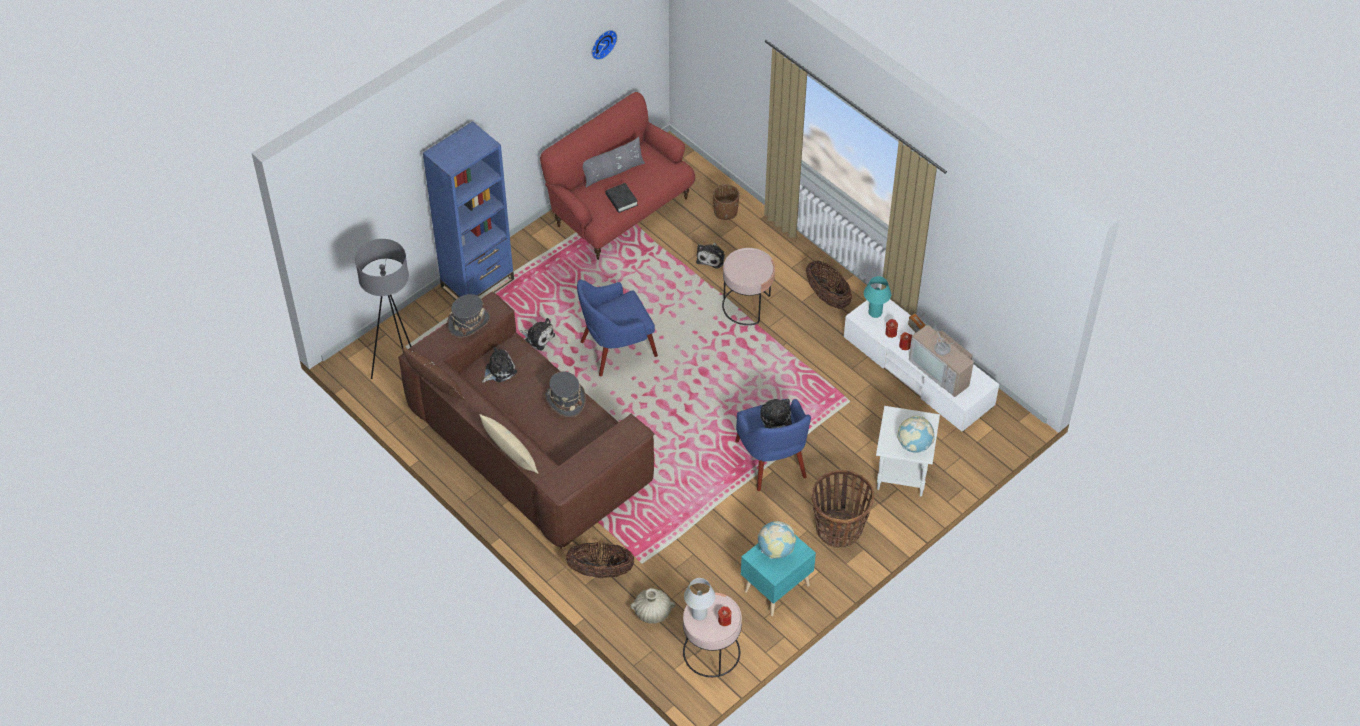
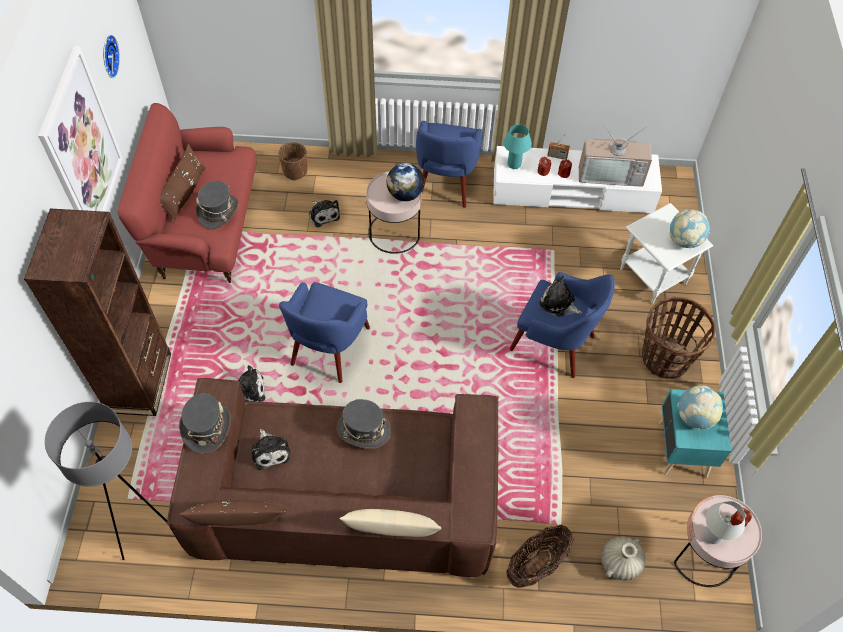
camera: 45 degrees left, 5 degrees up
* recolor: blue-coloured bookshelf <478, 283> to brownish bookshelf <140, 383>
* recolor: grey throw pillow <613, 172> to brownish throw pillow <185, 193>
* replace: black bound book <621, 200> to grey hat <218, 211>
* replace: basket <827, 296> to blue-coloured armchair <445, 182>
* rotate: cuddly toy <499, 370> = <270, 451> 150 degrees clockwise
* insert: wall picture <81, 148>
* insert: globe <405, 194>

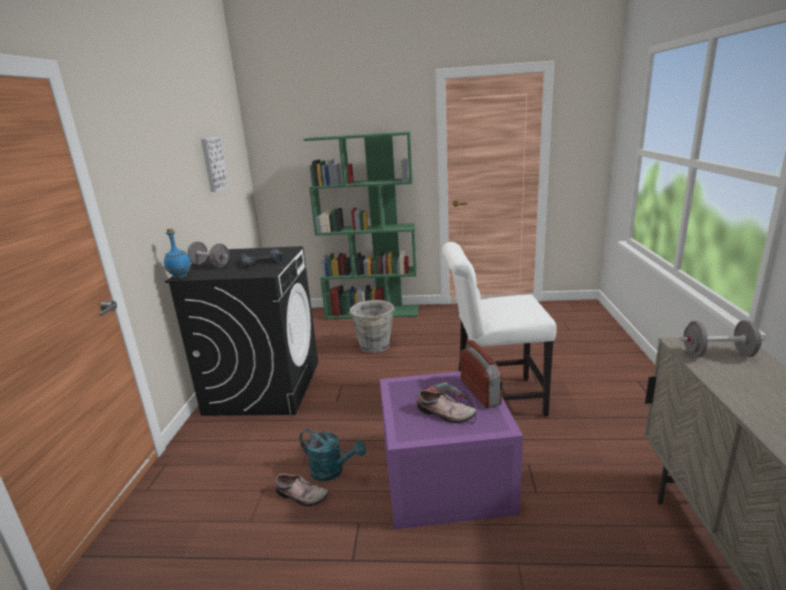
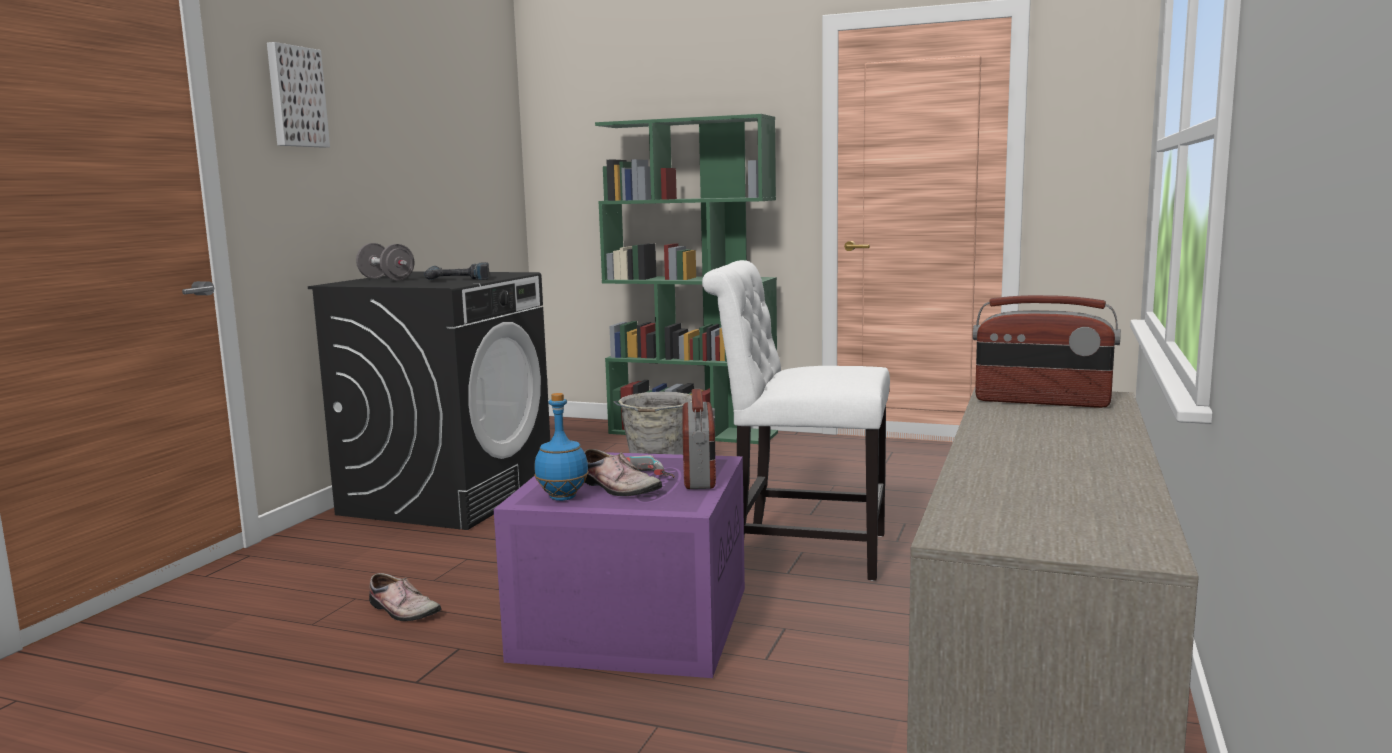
camera: 15 degrees right, 10 degrees down
* move: wall picture <212, 164> to <295, 97>
* move: blue-coloured beverage bottle <181, 276> to <563, 497>
* replace: grey free weight <717, 354> to radio set <1041, 401>
* delete: turquoise watering pot <332, 471>

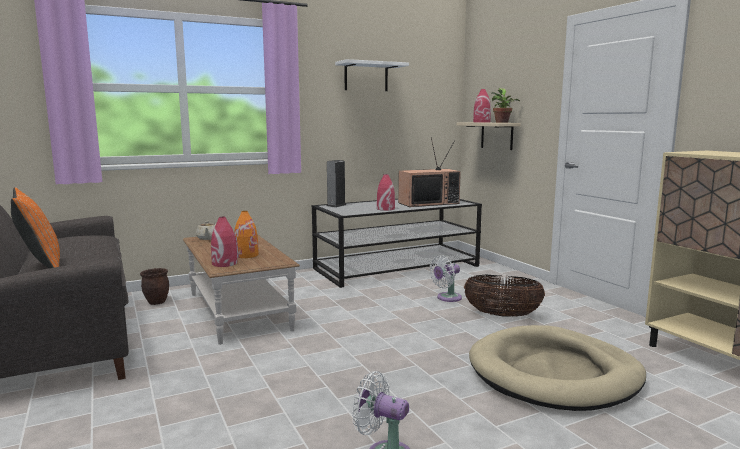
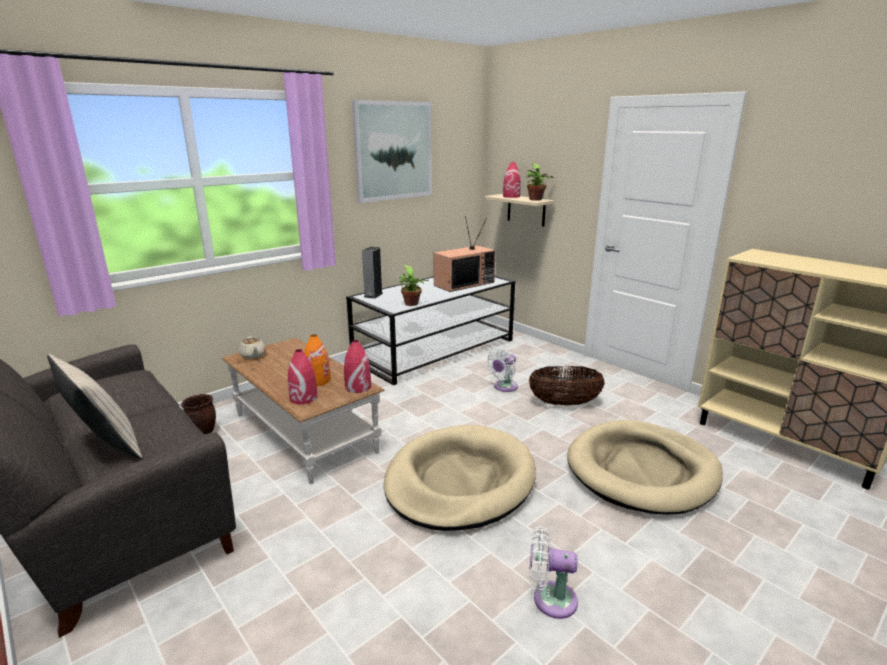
camera: 15 degrees left, 10 degrees up
* replace: white-coloured bracket shelf <366, 77> to wall picture <393, 151>
* move: red-coloured flower vase <385, 209> to <358, 387>
* recolor: orange throw pillow <40, 266> to sand-coloured throw pillow <105, 446>
* insert: plant in a pot <412, 304>
* insert: sand-coloured pet bed <460, 481>

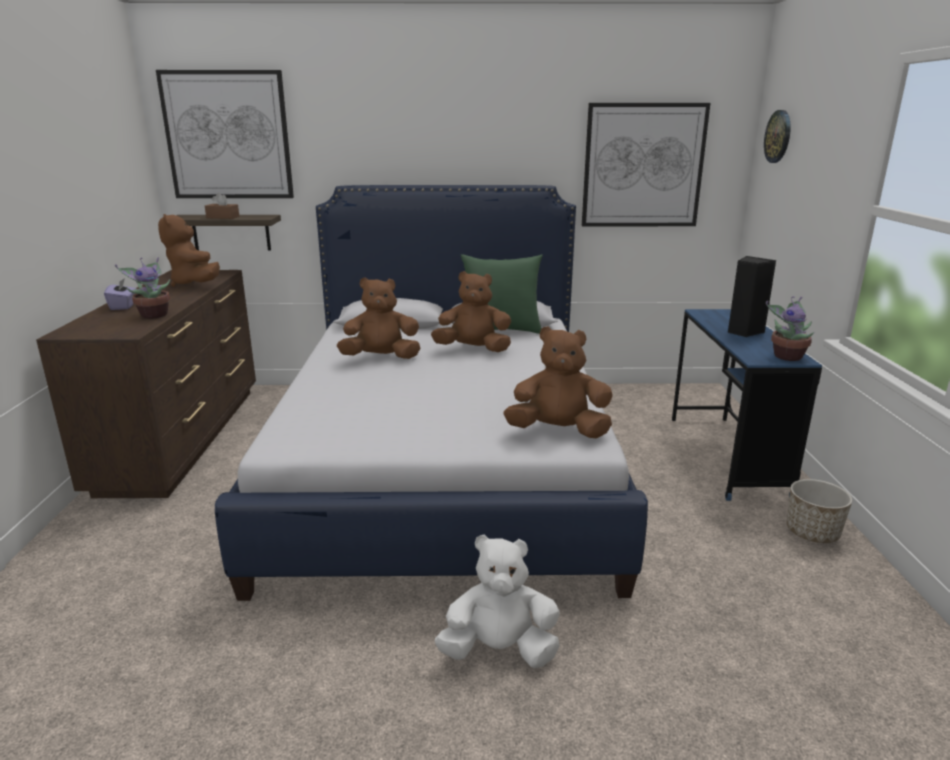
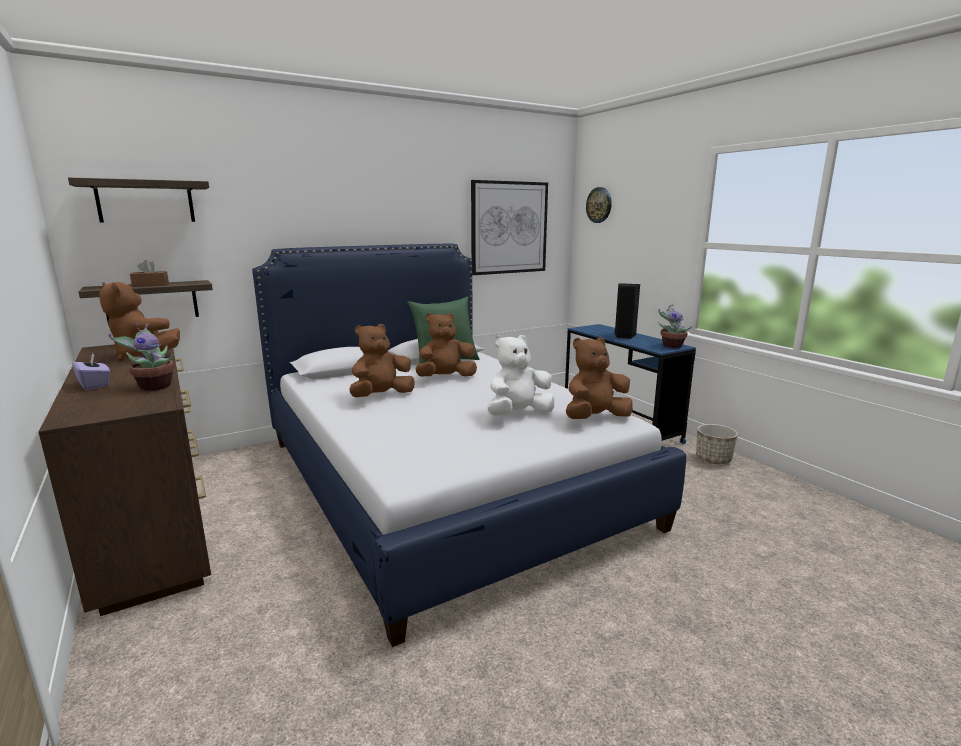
camera: 30 degrees left, 5 degrees down
* replace: wall picture <228, 136> to bracket shelf <145, 202>
* move: white-coloured cuddly toy <499, 650> to <518, 414>

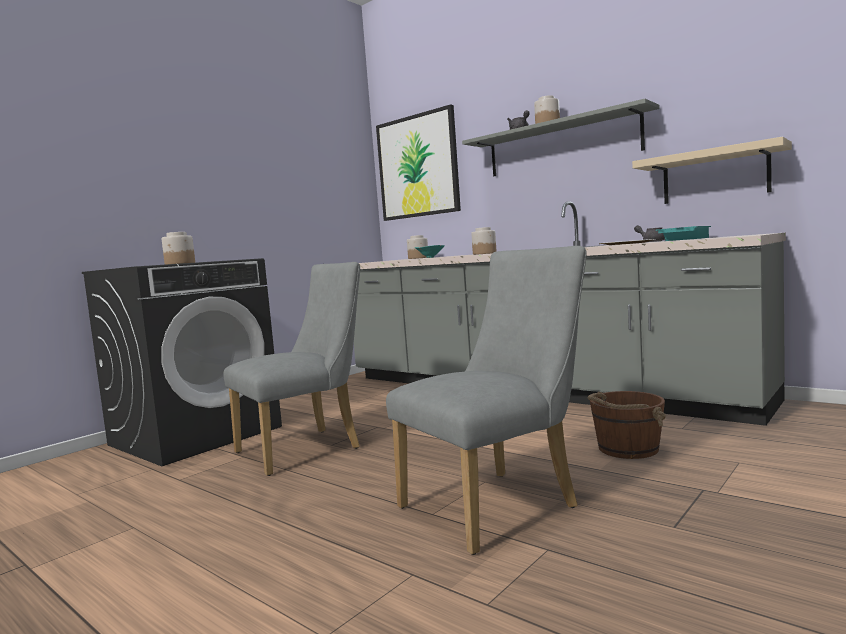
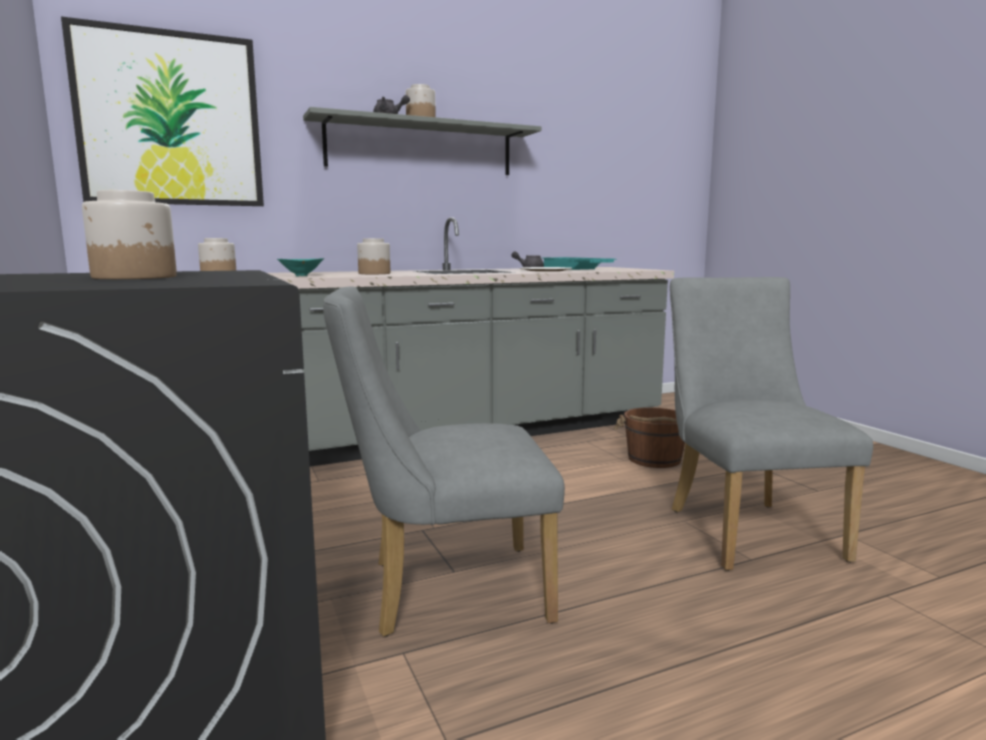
camera: 65 degrees left, 5 degrees up
* delete: sand-coloured bracket shelf <714, 176>
* rotate: grey upright chair <307, 448> = <444, 591> 90 degrees counterclockwise

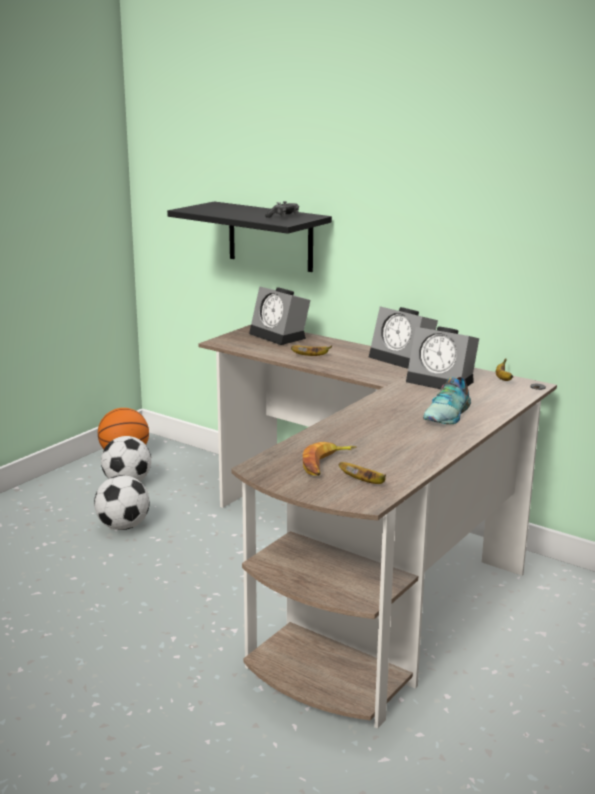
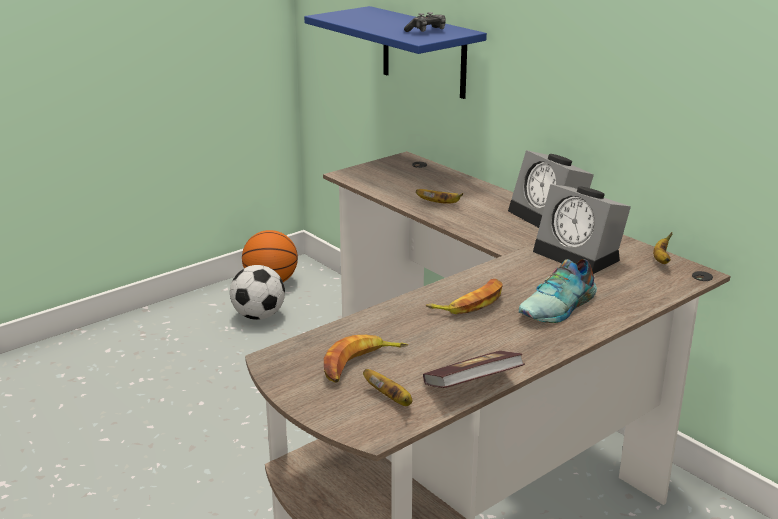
camera: 15 degrees right, 5 degrees up
* recolor: black bracket shelf <270, 236> to blue-coloured bracket shelf <424, 52>
* delete: bedside clock <280, 336>
* delete: ball for football <123, 526>
* insert: whole banana <469, 303>
* insert: bound book <472, 386>

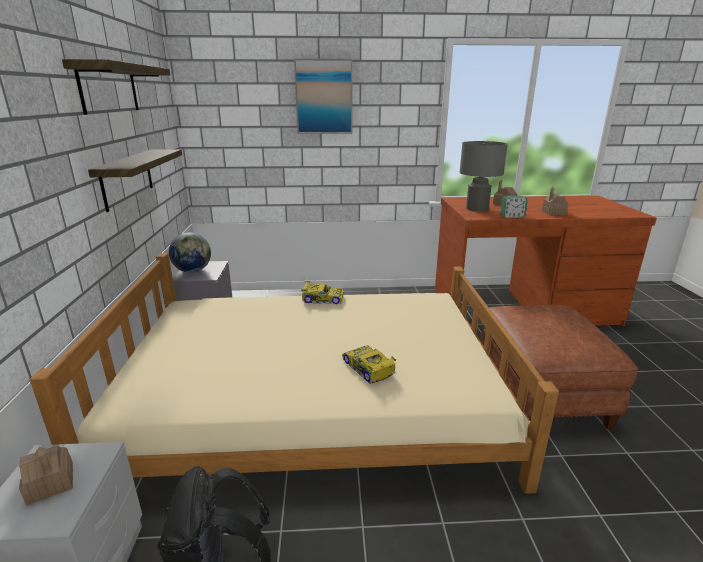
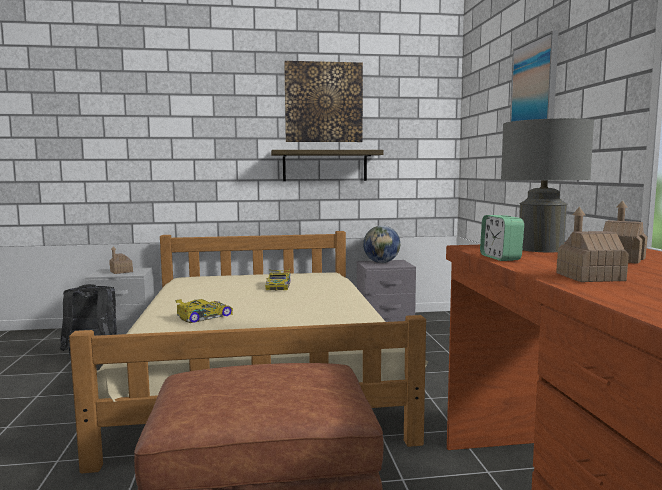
camera: 85 degrees right, 15 degrees down
* replace: bracket shelf <109, 88> to wall picture <323, 102>
* move: toy car <322, 298> to <278, 286>

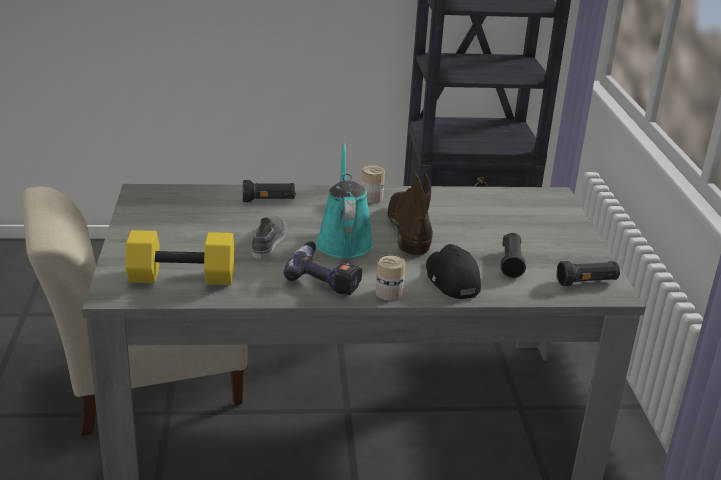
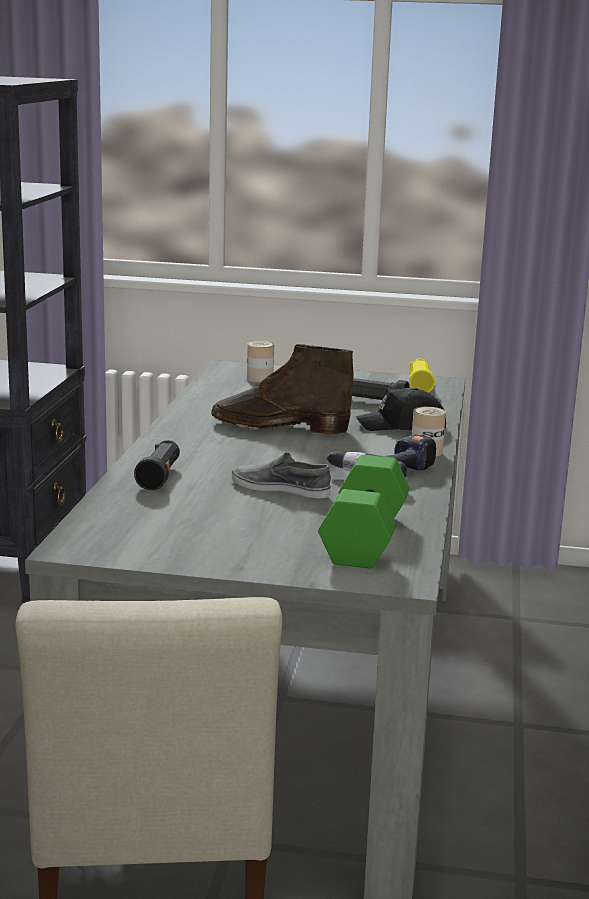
camera: 75 degrees left, 10 degrees down
* delete: turquoise watering pot <344, 241>
* move: can <371, 198> to <260, 378>
* recolor: yellow-coloured free weight <181, 278> to green free weight <366, 539>
* recolor: black torch <587, 282> to yellow-coloured torch <420, 386>

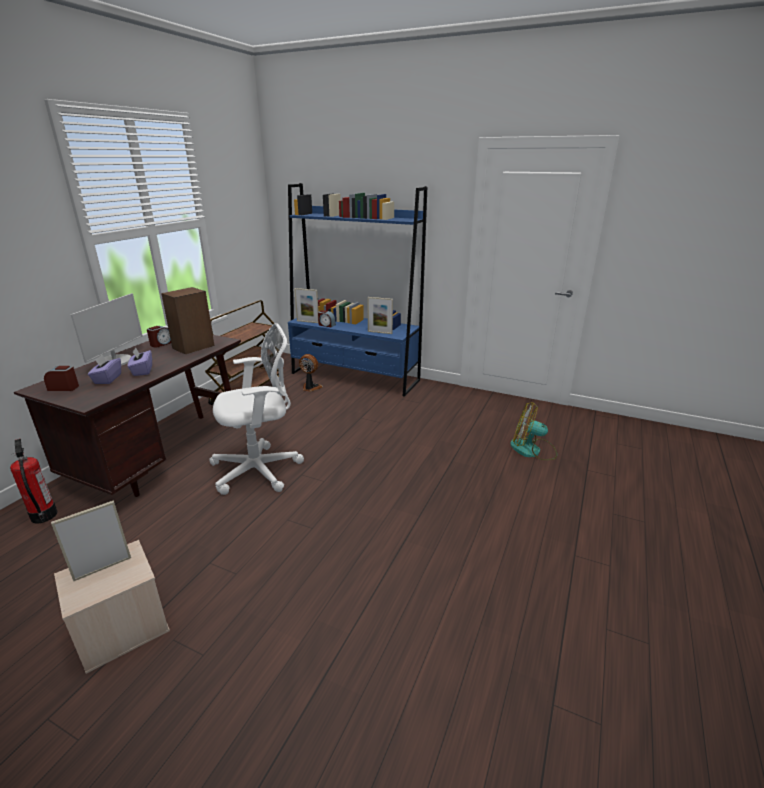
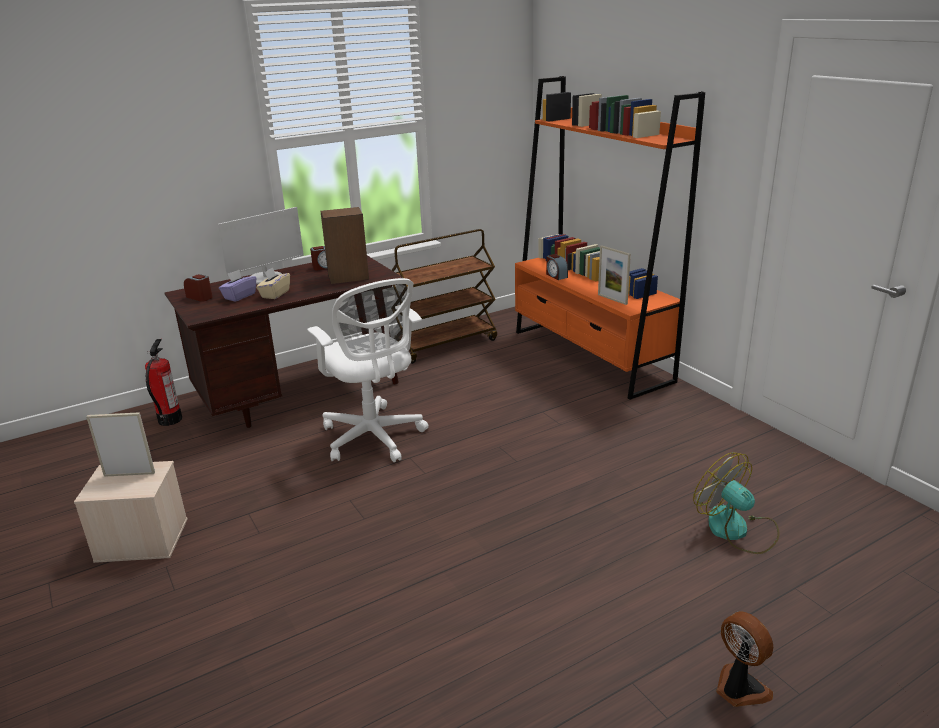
camera: 35 degrees right, 0 degrees up
* recolor: blue-coloured bookshelf <355, 377> to orange bookshelf <590, 356>
* delete: photo frame <307, 322>
* rotate: white-coloured desk chair <260, 470> = <374, 438> 45 degrees clockwise
* recolor: purple tissue holder <142, 371> to sand-coloured tissue holder <275, 294>
* move: cooling fan <310, 388> to <739, 689>

